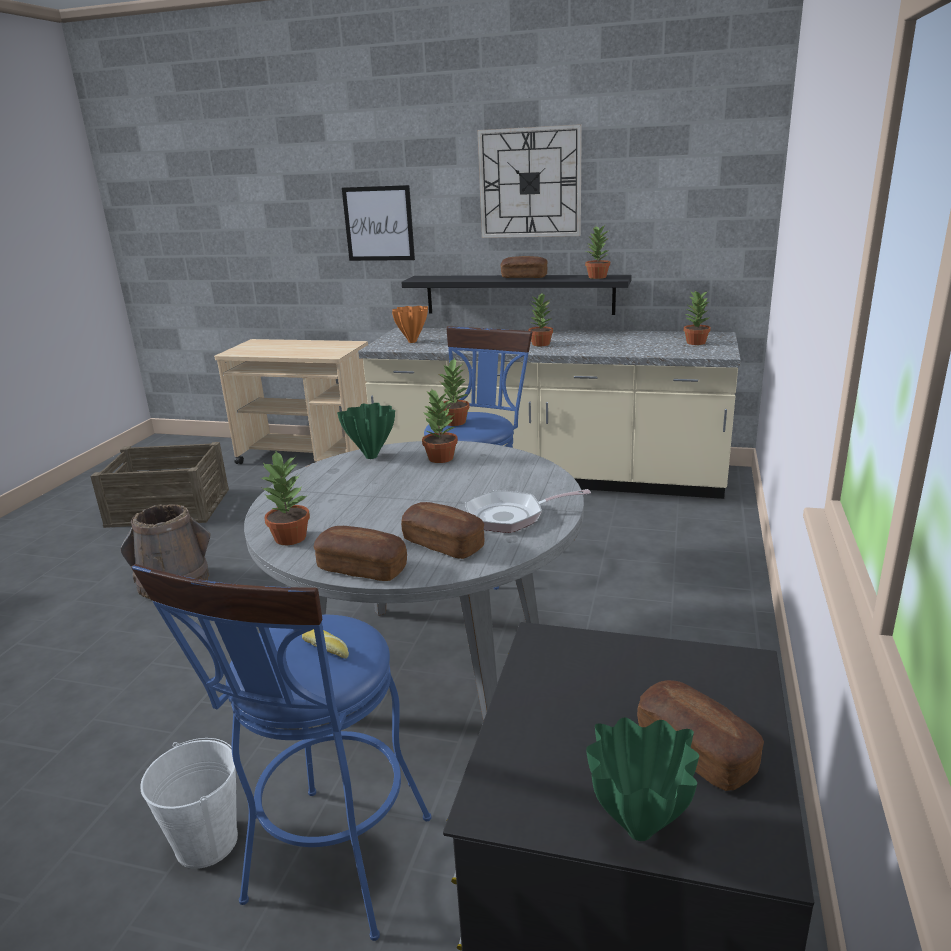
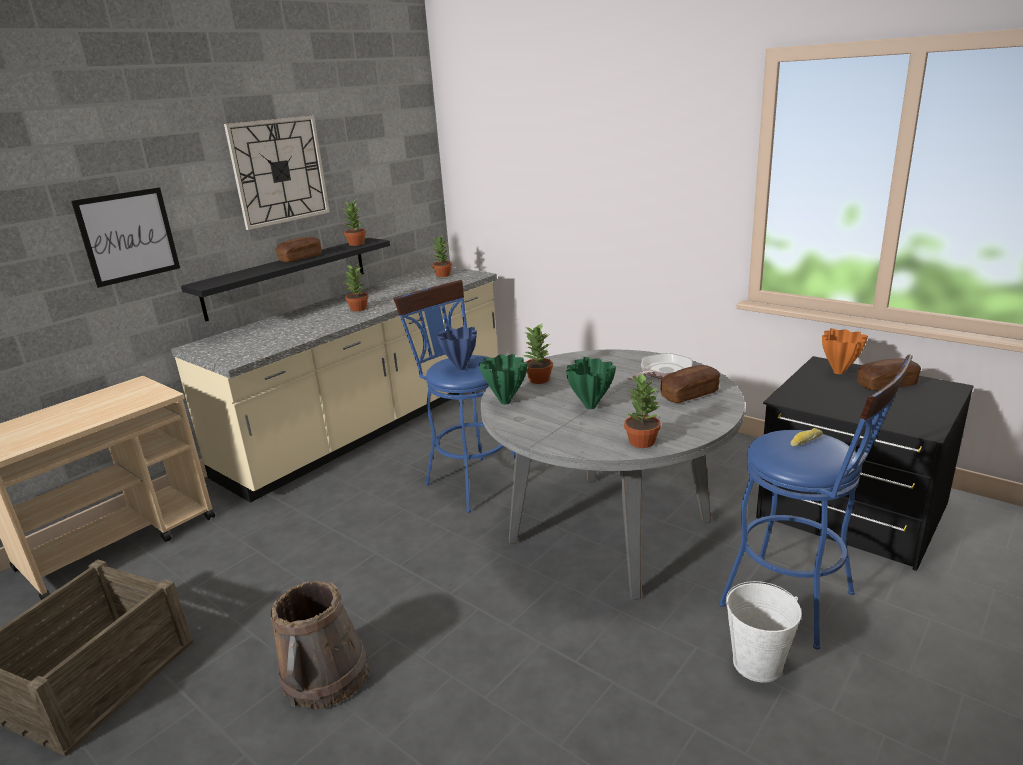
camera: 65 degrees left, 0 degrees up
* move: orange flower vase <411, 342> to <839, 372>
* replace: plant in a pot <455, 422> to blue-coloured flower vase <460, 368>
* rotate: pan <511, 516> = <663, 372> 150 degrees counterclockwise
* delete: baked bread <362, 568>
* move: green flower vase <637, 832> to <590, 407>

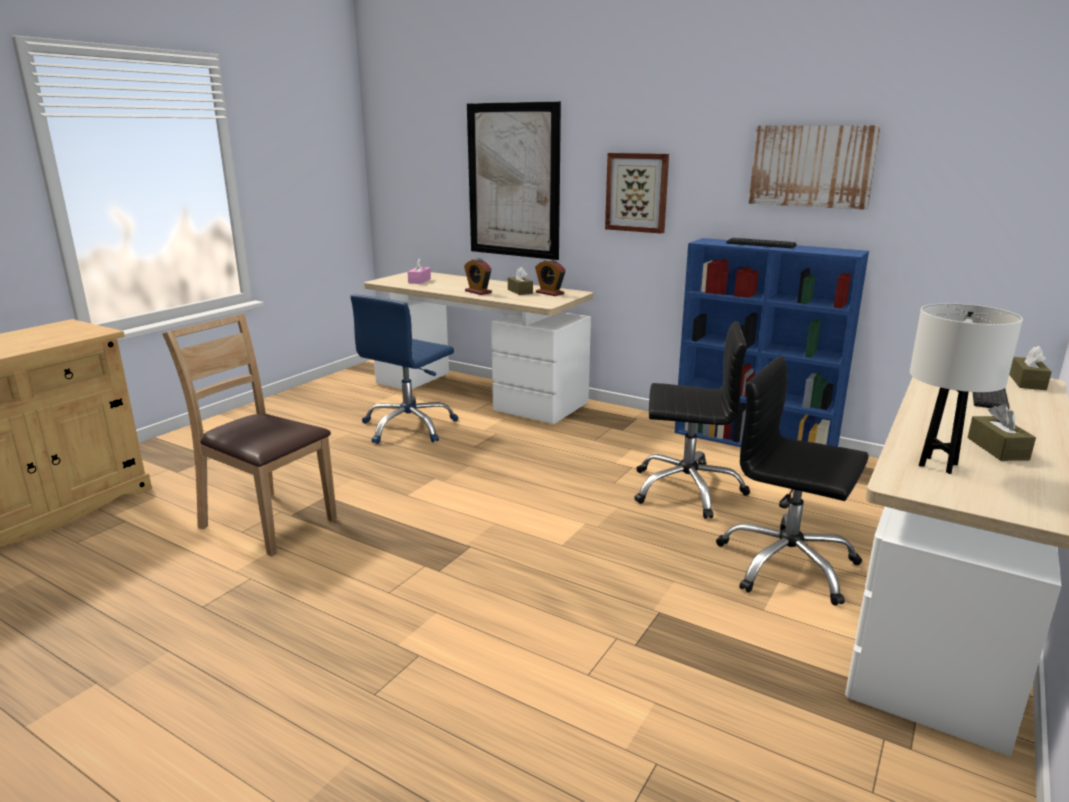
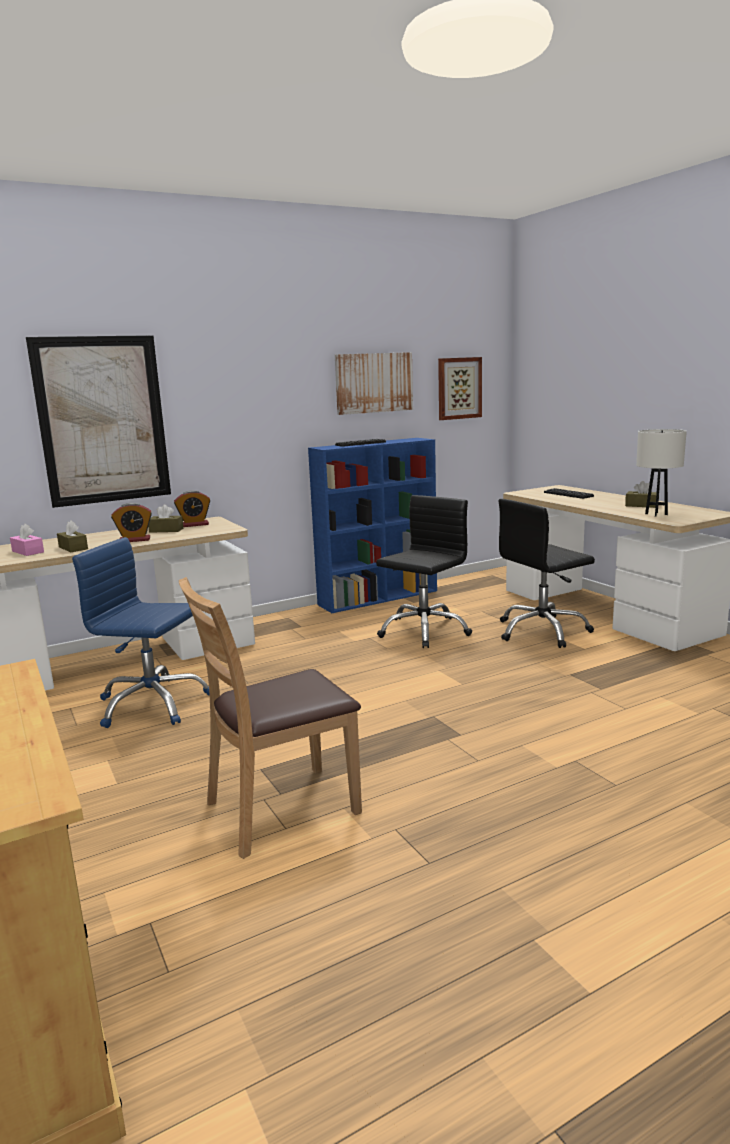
camera: 60 degrees left, 5 degrees down
* move: wall picture <637, 192> to <459, 388>
* rotate: blue-coloured desk chair <409, 427> = <152, 704> 135 degrees clockwise
* move: brownish tissue holder <1027, 382> to <73, 548>

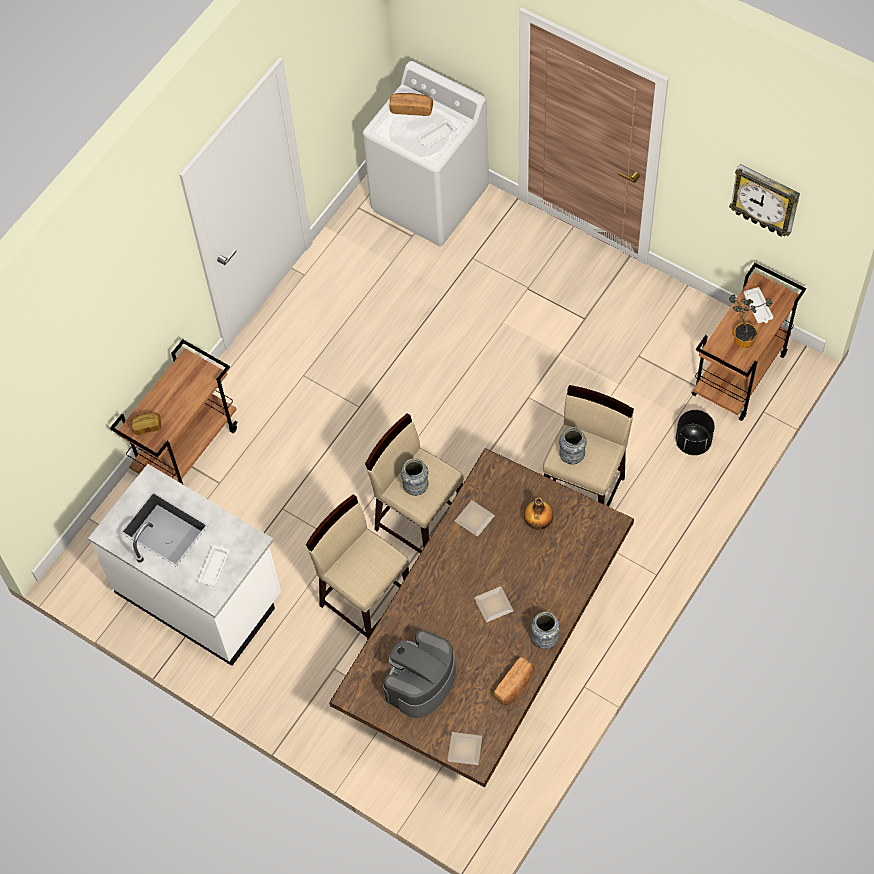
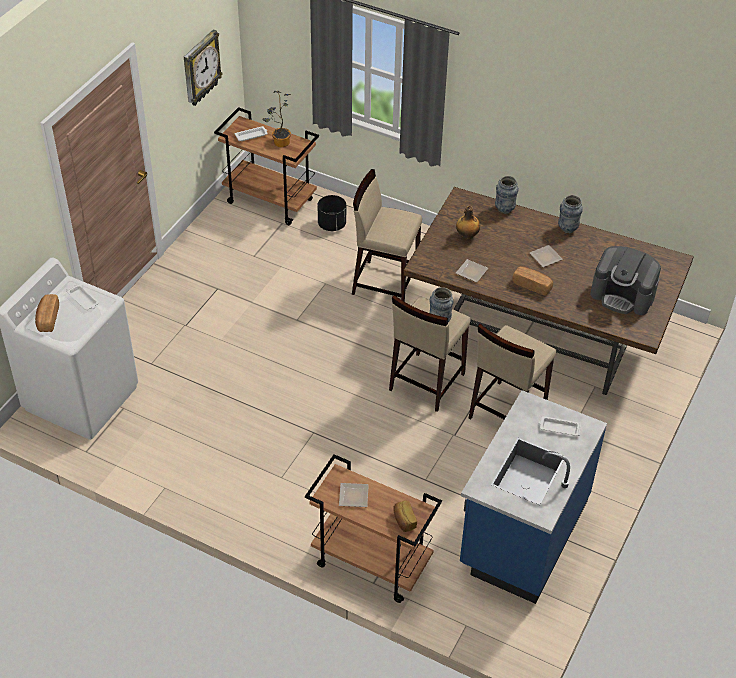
camera: 100 degrees left, 15 degrees down
* move: flower vase <572, 457> to <504, 209>
* recolor: white-coloured kitchen base unit <200, 593> to blue-coloured kitchen base unit <522, 533>
* move: baked bread <515, 685> to <532, 285>
* move: plate <465, 750> to <354, 495>

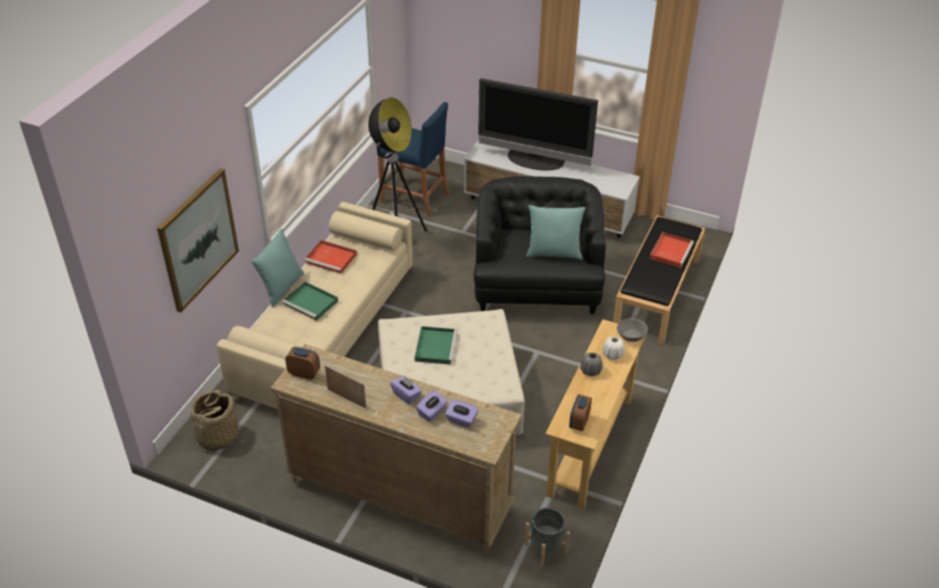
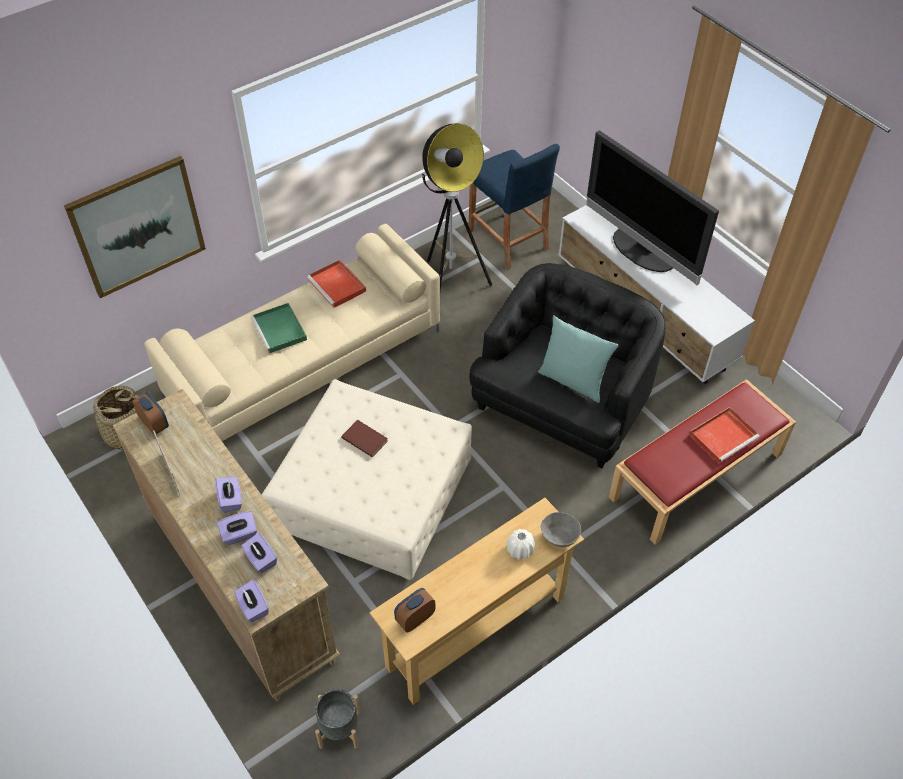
camera: 30 degrees right, 10 degrees up
* recolor: black long seat <657, 294> to red-coloured long seat <696, 476>
* delete: turquoise throw pillow <281, 288>
* replace: green tray <435, 346> to brownish bound book <365, 438>
* delete: grey flower vase <590, 371>
* insert: purple tissue holder <253, 607>

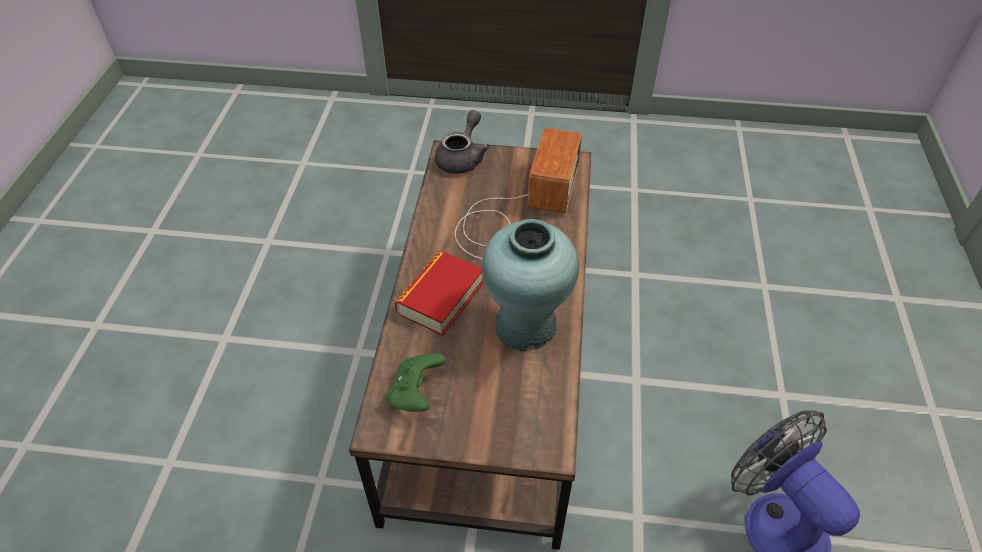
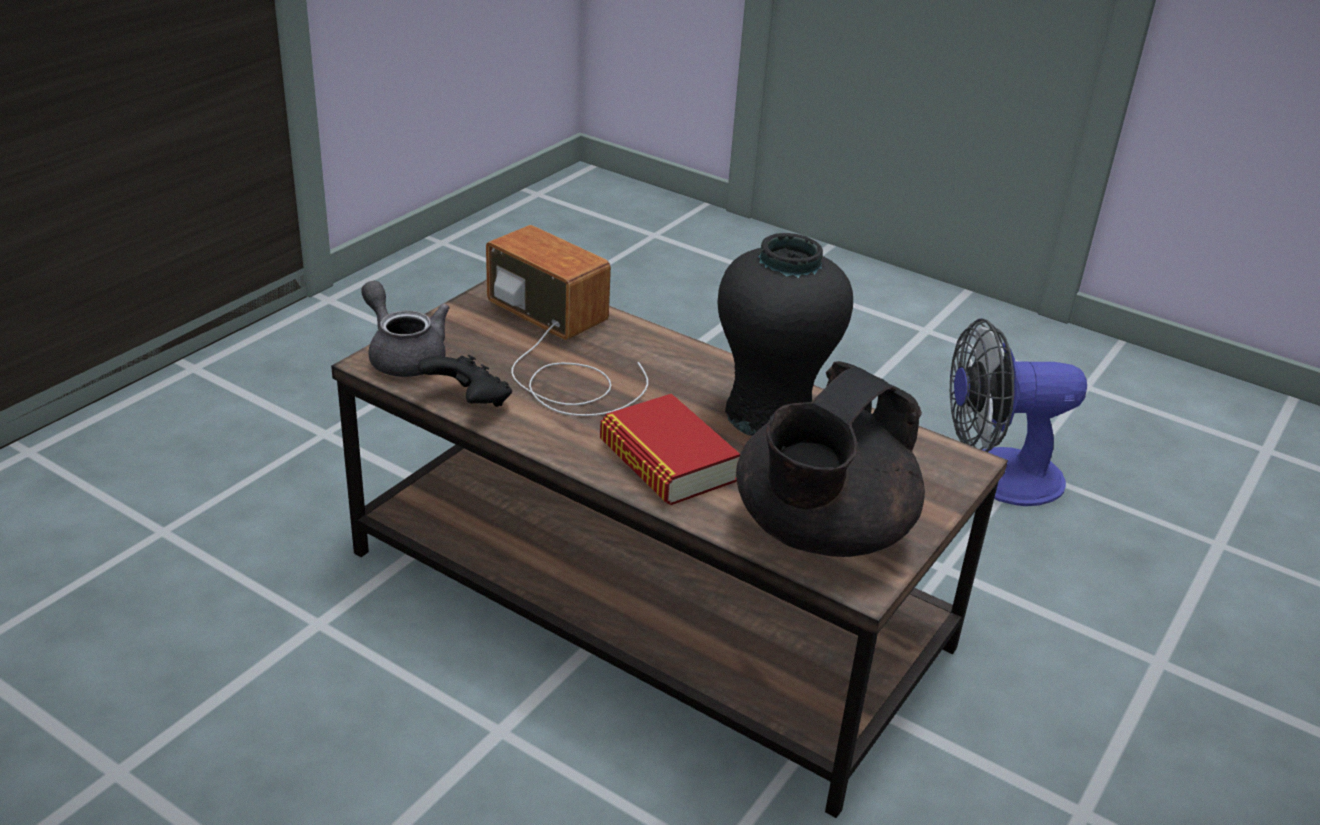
camera: 65 degrees left, 15 degrees down
* recolor: turquoise flower vase <526, 325> to black flower vase <769, 414>
* replace: green game controller <416, 393> to black tea pot <820, 533>
* insert: black game controller <469, 403>

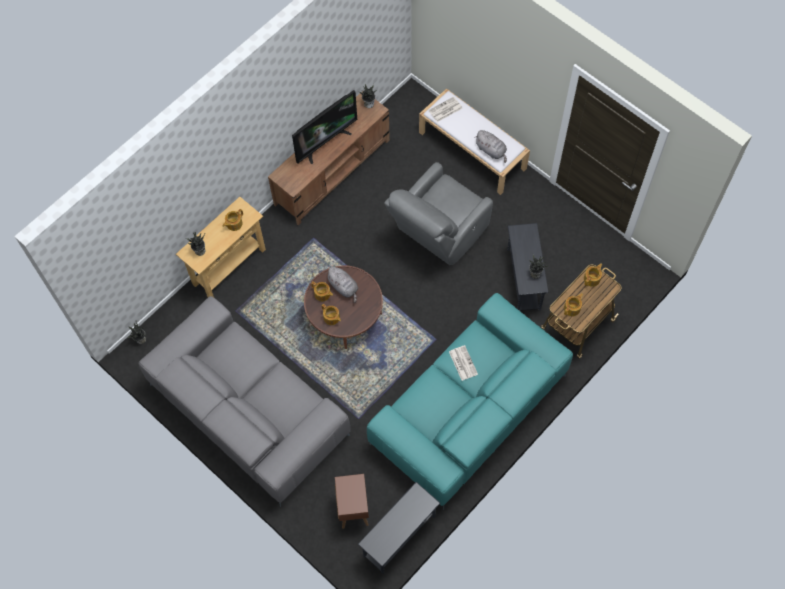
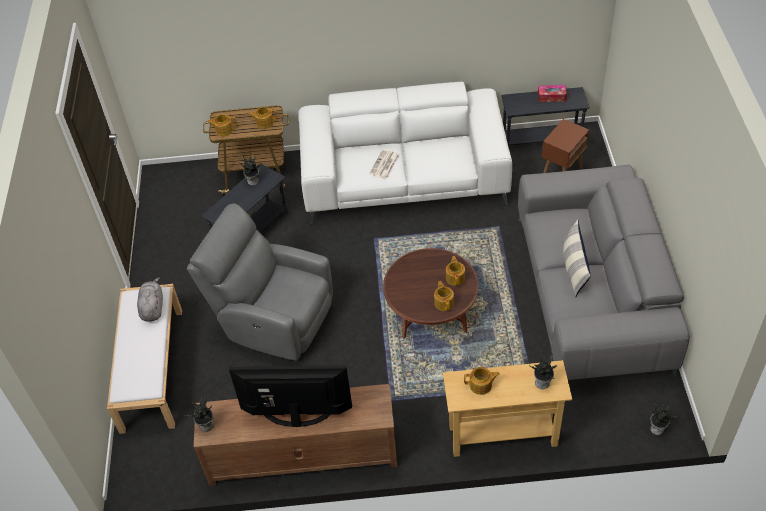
camera: 135 degrees left, 15 degrees down
* delete: printed paper <445, 110>
* rotate: grey armchair <438, 233> = <273, 318> 150 degrees counterclockwise
* delete: grey cuddly toy <344, 287>
* recolor: turquoise settee <468, 410> to white-coloured settee <404, 177>
* insert: tissue holder <551, 97>
* insert: throw pillow <574, 268>

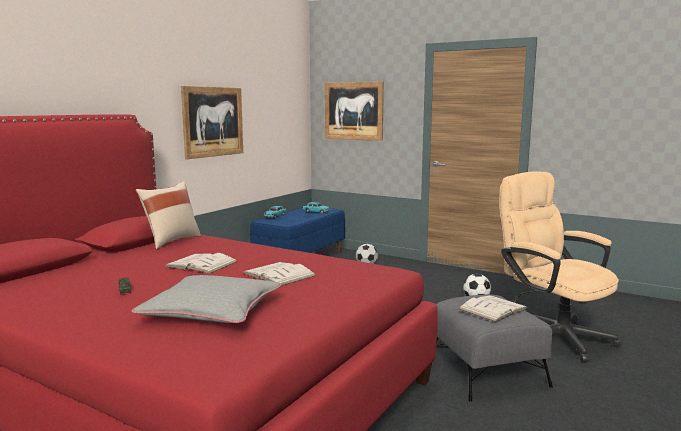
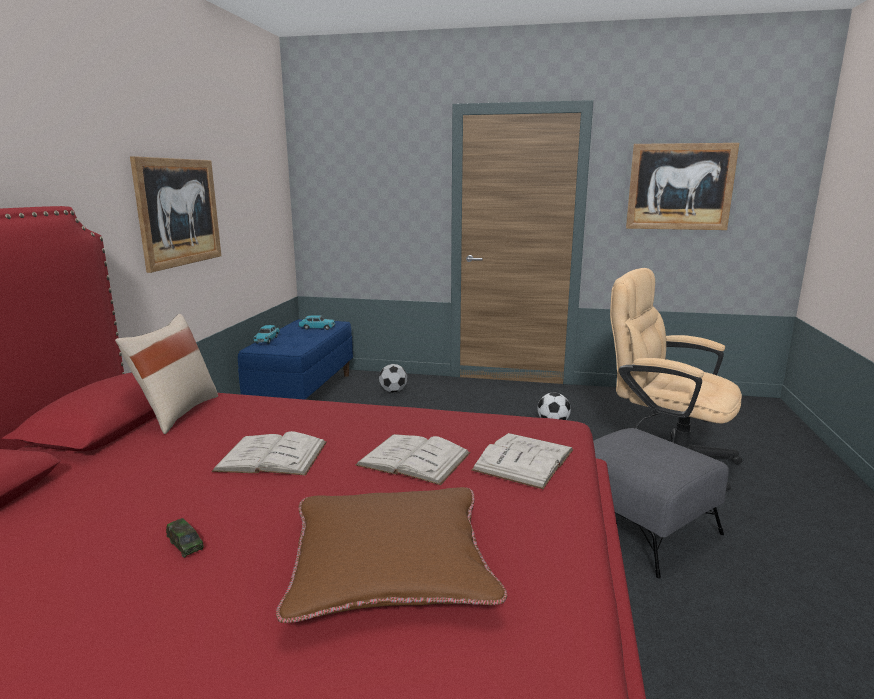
camera: 20 degrees left, 5 degrees up
* move: wall picture <353, 111> to <680, 187>
* recolor: grey throw pillow <212, 310> to brownish throw pillow <390, 564>
* move: white-coloured bound book <493, 308> to <524, 460>

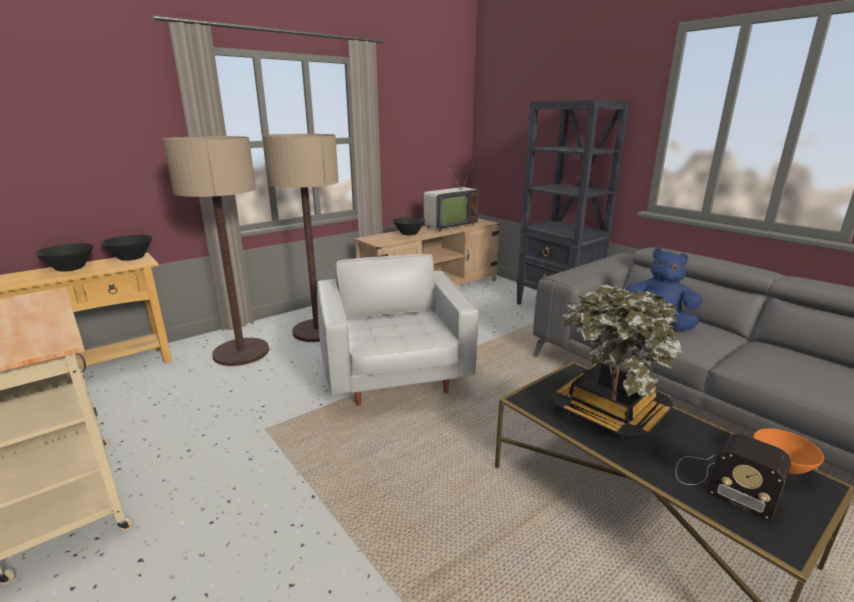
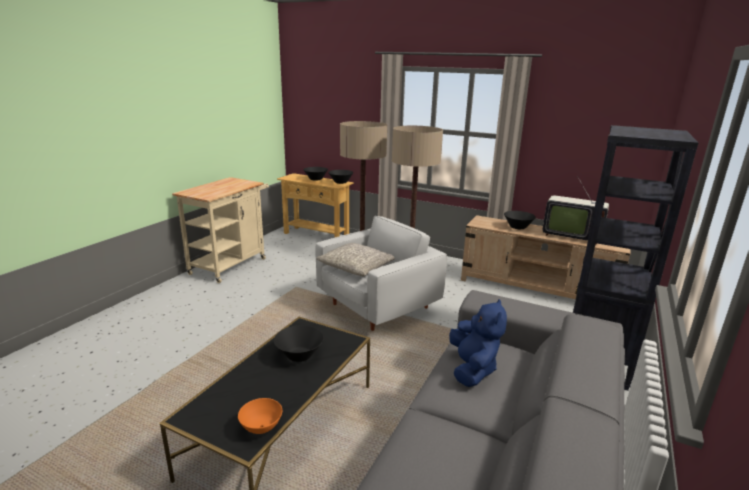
camera: 65 degrees right, 0 degrees up
* replace: plant in a pot <609, 414> to black serving bowl <299, 355>
* delete: radio set <720, 484>
* insert: grey throw pillow <357, 267>

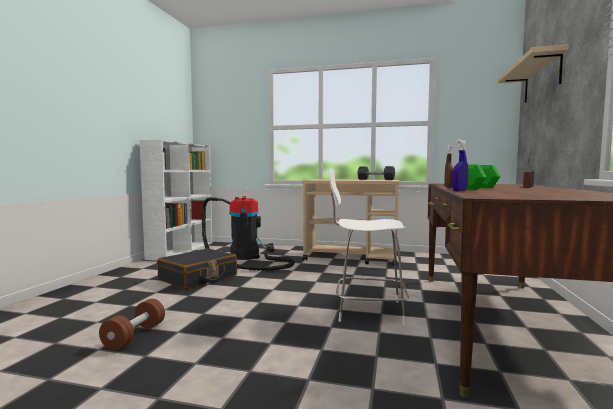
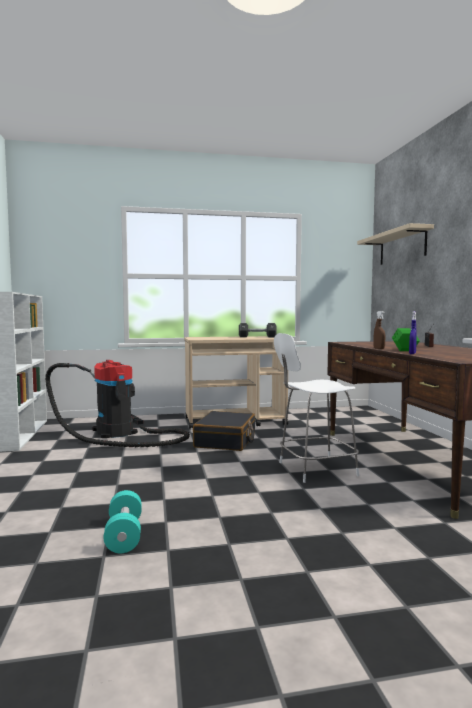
camera: 25 degrees left, 0 degrees up
* move: black travel case <198, 278> to <226, 441>
* recolor: brownish free weight <135, 336> to turquoise free weight <124, 535>

